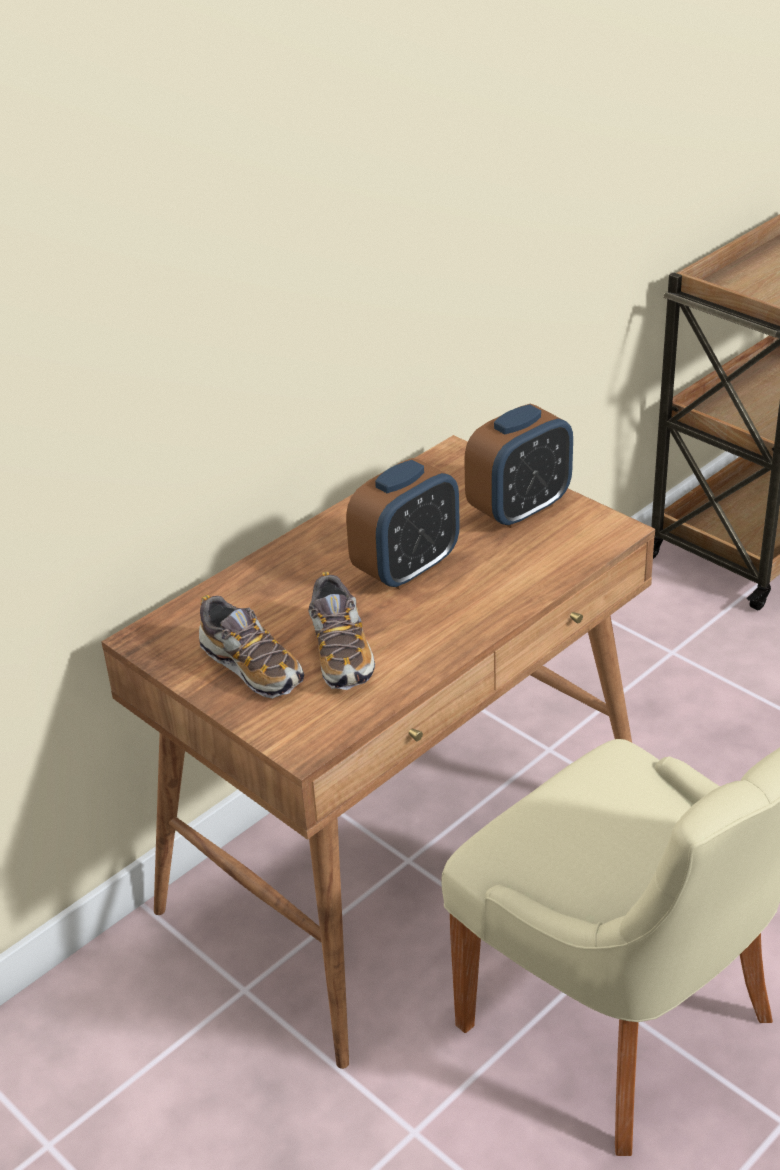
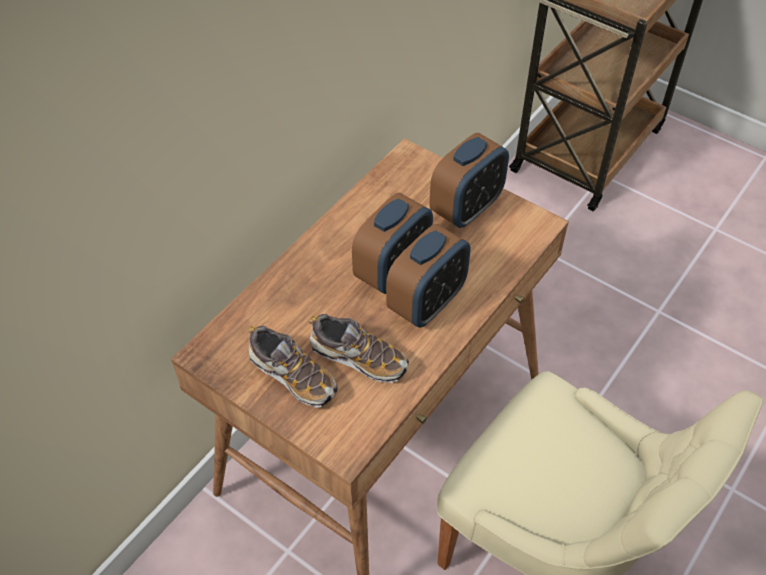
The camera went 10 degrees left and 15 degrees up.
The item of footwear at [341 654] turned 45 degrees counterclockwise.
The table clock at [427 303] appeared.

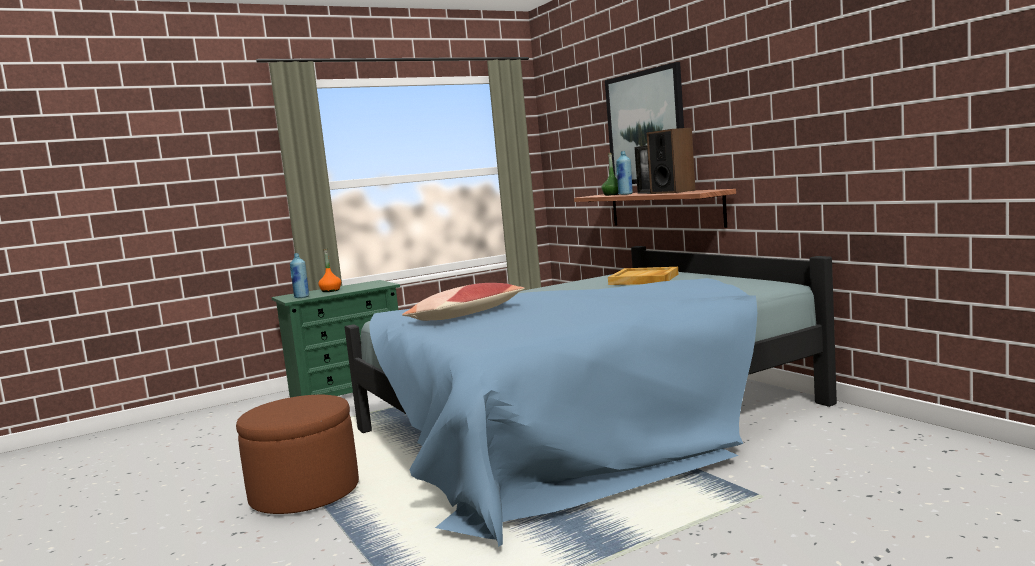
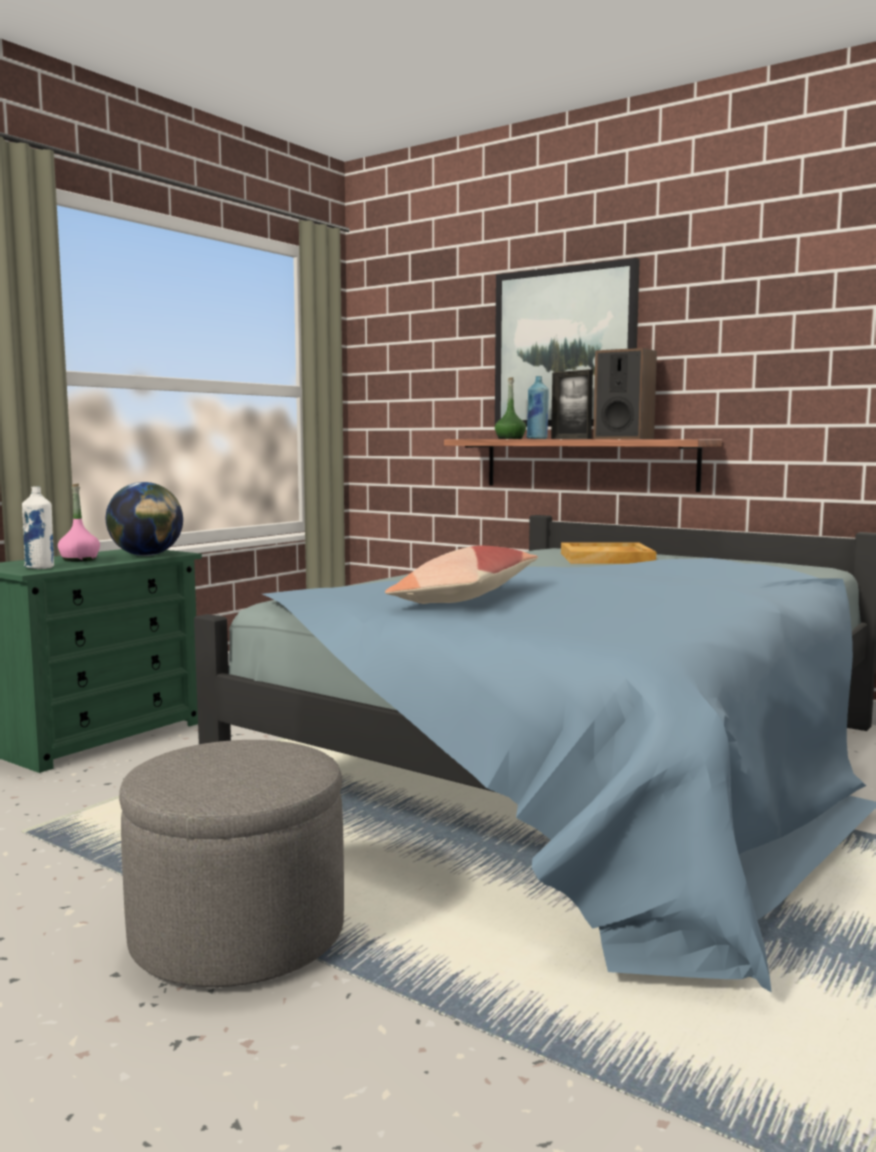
The camera went 25 degrees left and 0 degrees up.
The orange drink bottle at [330 291] became the pinkish drink bottle at [79 560].
The bluish drink bottle at [302 297] became the whitish drink bottle at [40 568].
The brown-coloured footrest at [305 493] became the gray footrest at [238 934].
The globe at [146 555] appeared.

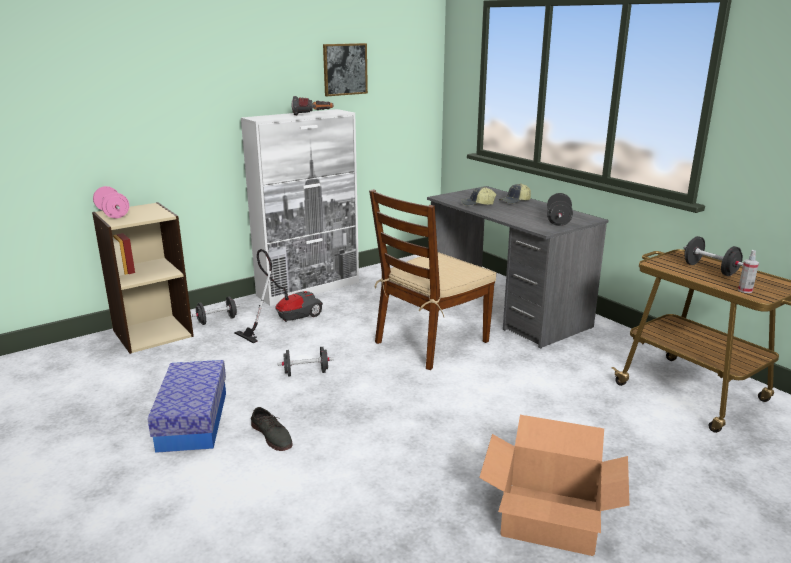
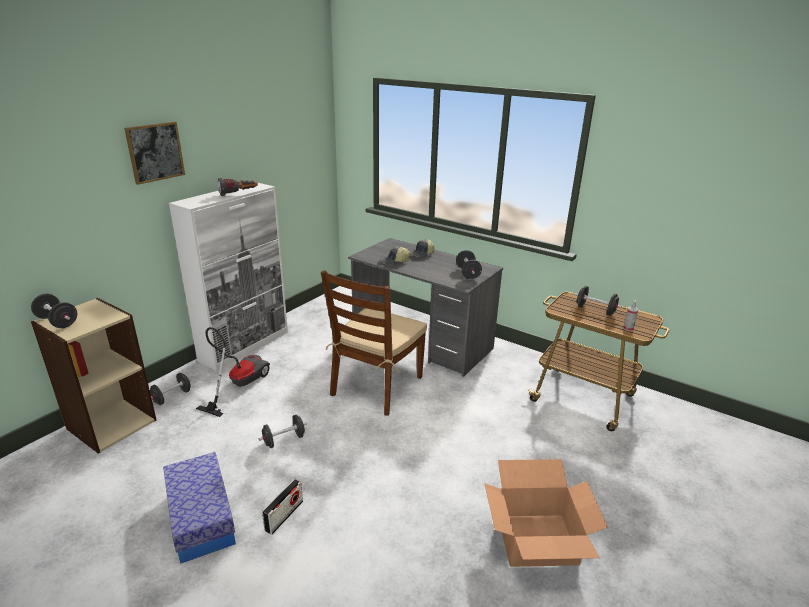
The camera went 20 degrees left and 5 degrees up.
The wall art moved from [345 69] to [155 152].
The pinkish hand weight at [113 214] became the blackish hand weight at [57 322].
The gray item of footwear at [272 435] was replaced by the radio receiver at [284 516].

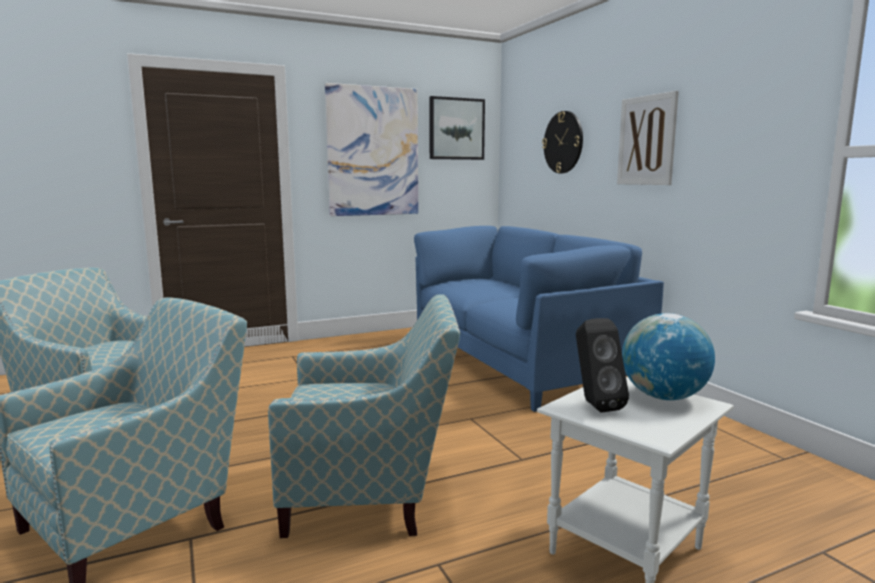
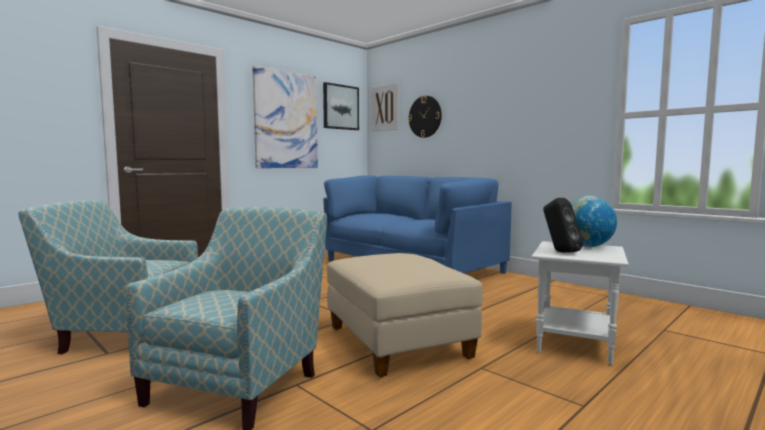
The camera went 20 degrees left and 5 degrees down.
The wall art moved from [646 140] to [385 107].
The easy chair at [372 494] was replaced by the beige footrest at [398 343].

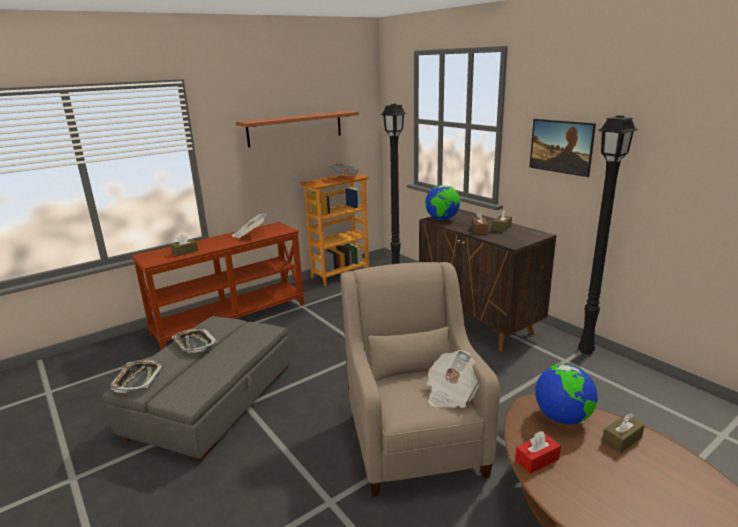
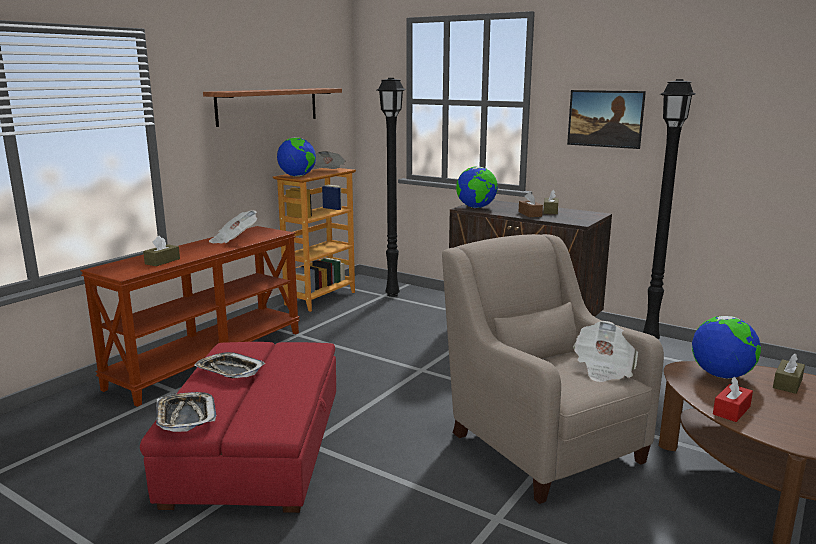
The camera went 20 degrees left and 5 degrees down.
The gray footrest at [211 400] became the reddish footrest at [256 446].
The globe at [297 176] appeared.

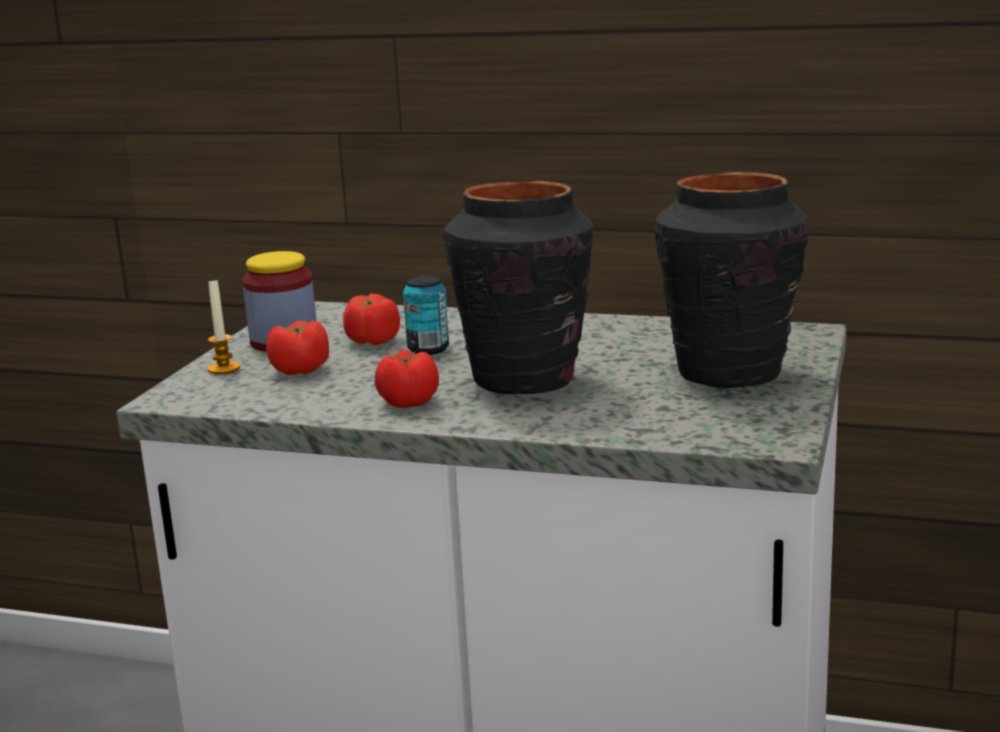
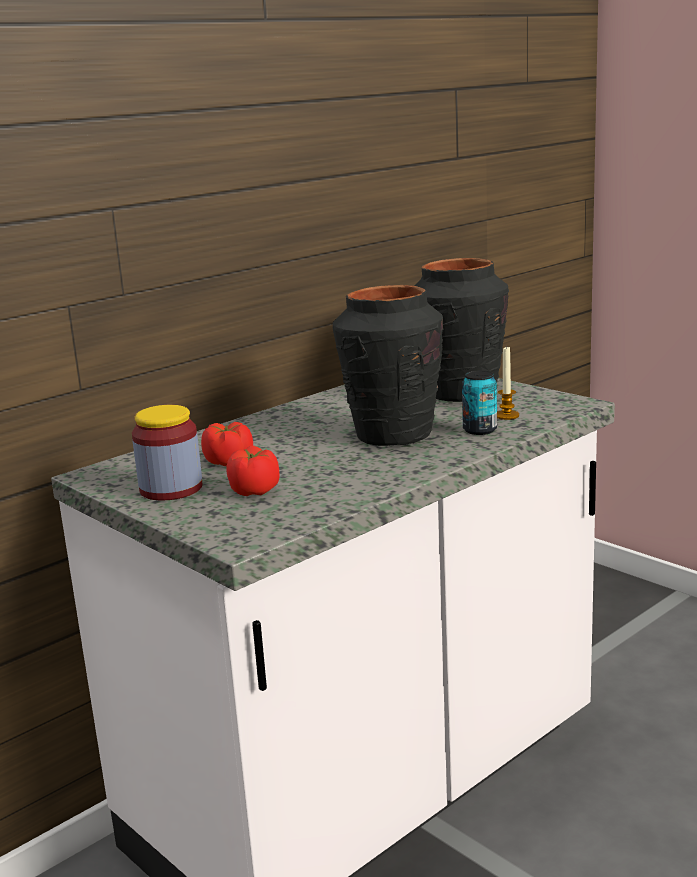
The camera went 60 degrees left and 0 degrees up.
The sealed can moved from [428 349] to [480 430].
The wax candle moved from [224 369] to [507 416].
The whole tomato at [408 402] disappeared.

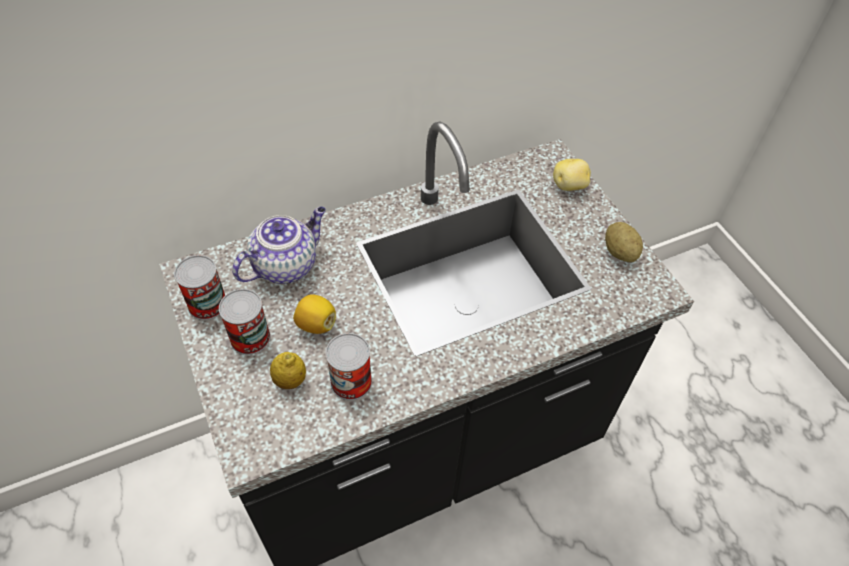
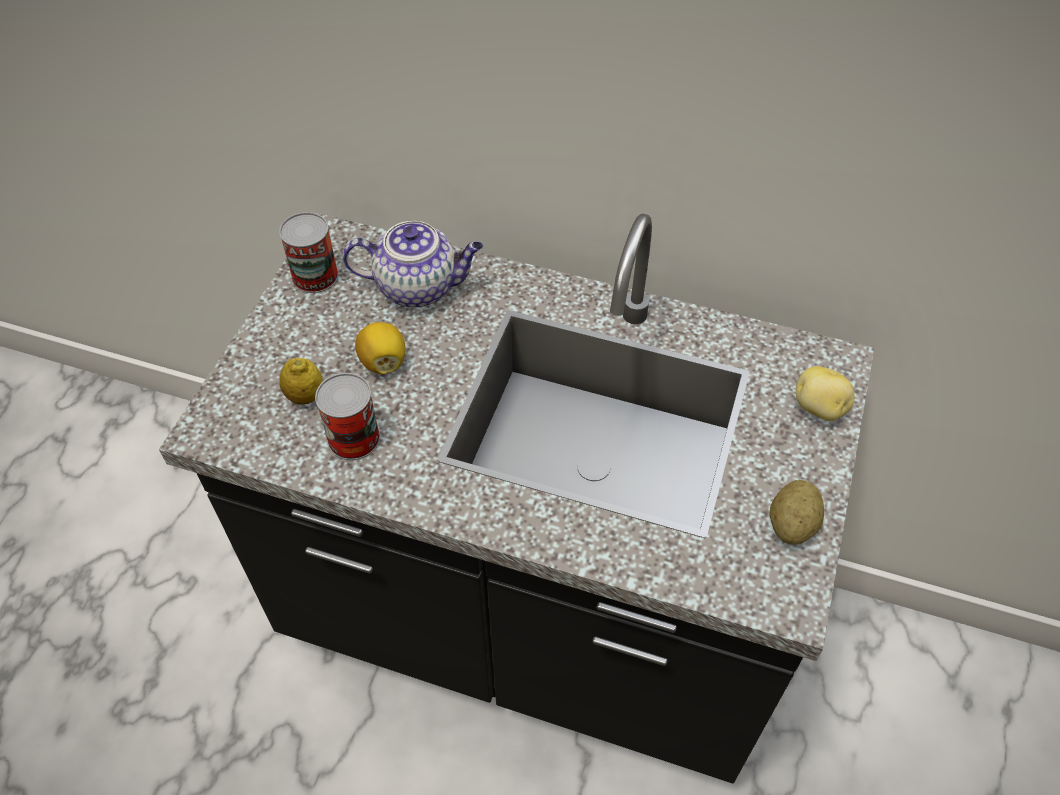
The camera went 45 degrees right and 0 degrees up.
The sealed can at [250 337] disappeared.

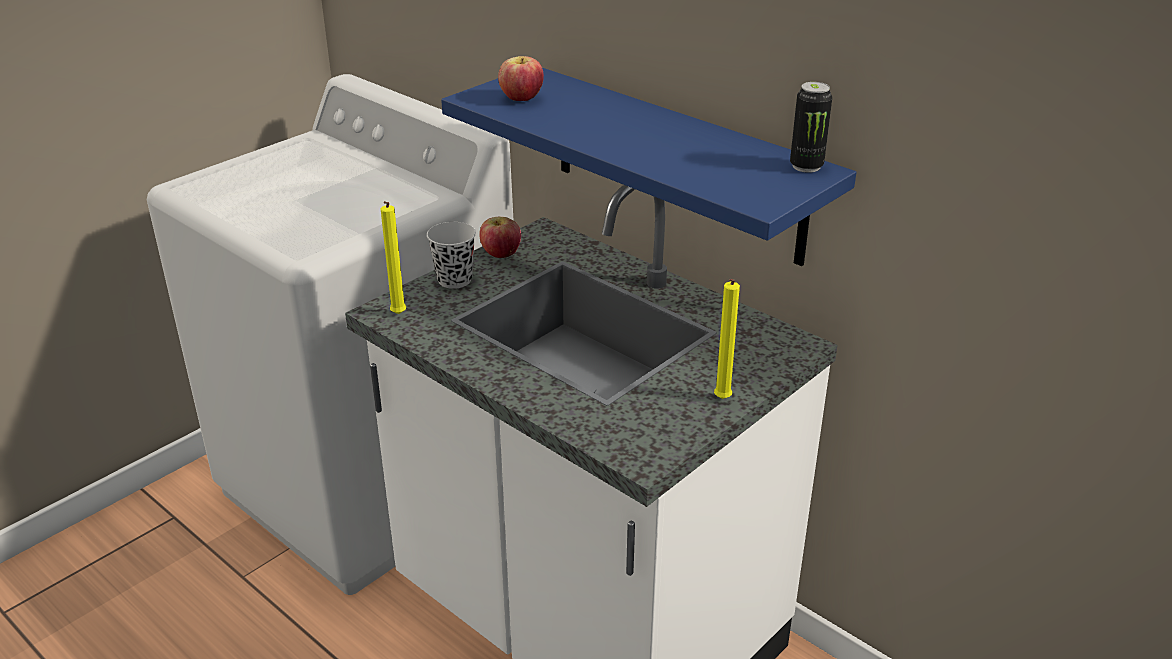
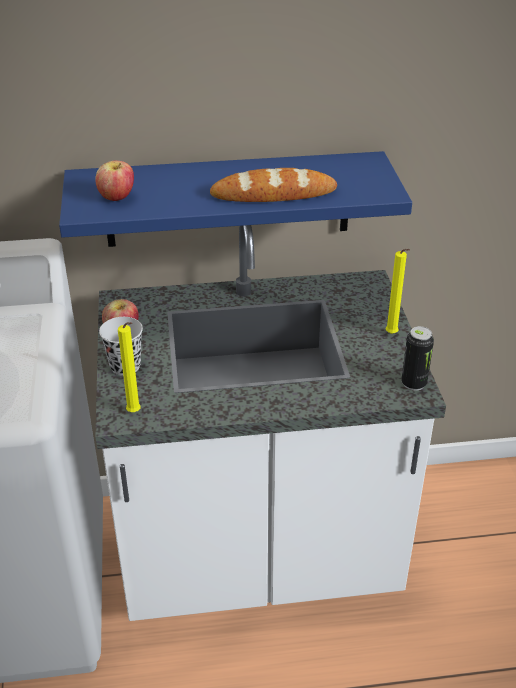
The camera went 50 degrees left and 5 degrees up.
The sealed can moved from [806 166] to [413 383].
The baked bread at [273 194] appeared.

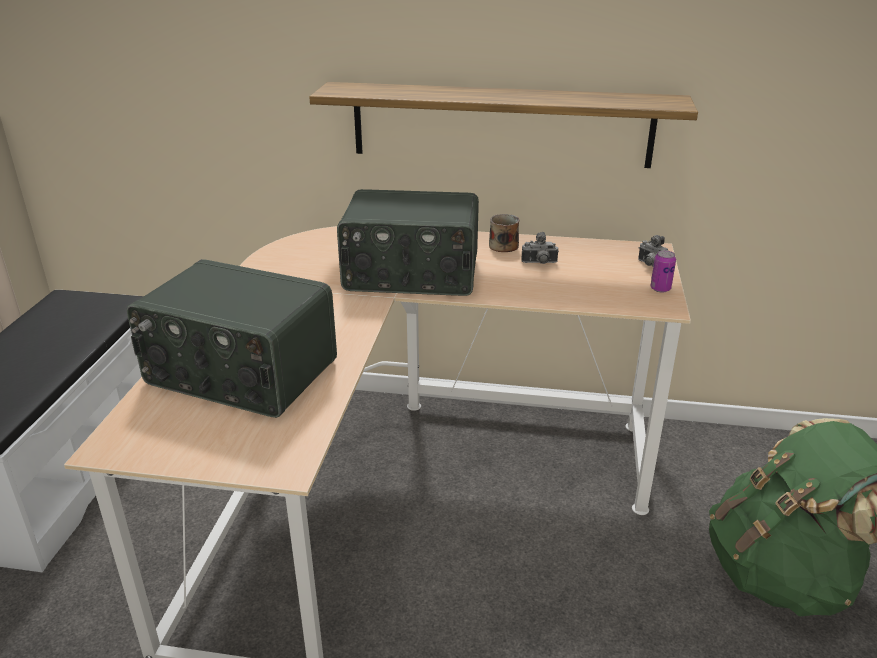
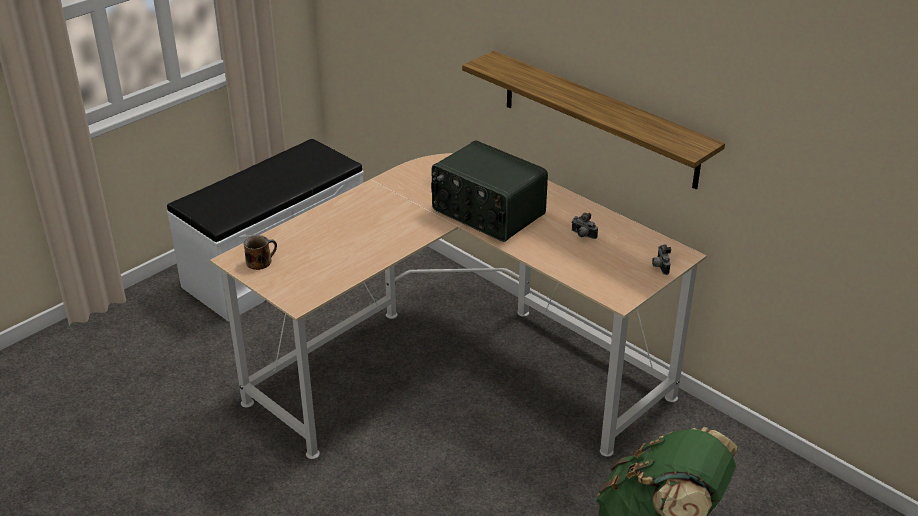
The camera went 35 degrees right and 5 degrees up.
The tea mug moved from [504 245] to [260 261].
The sealed can at [660 289] disappeared.
The radio receiver at [240 374] disappeared.

